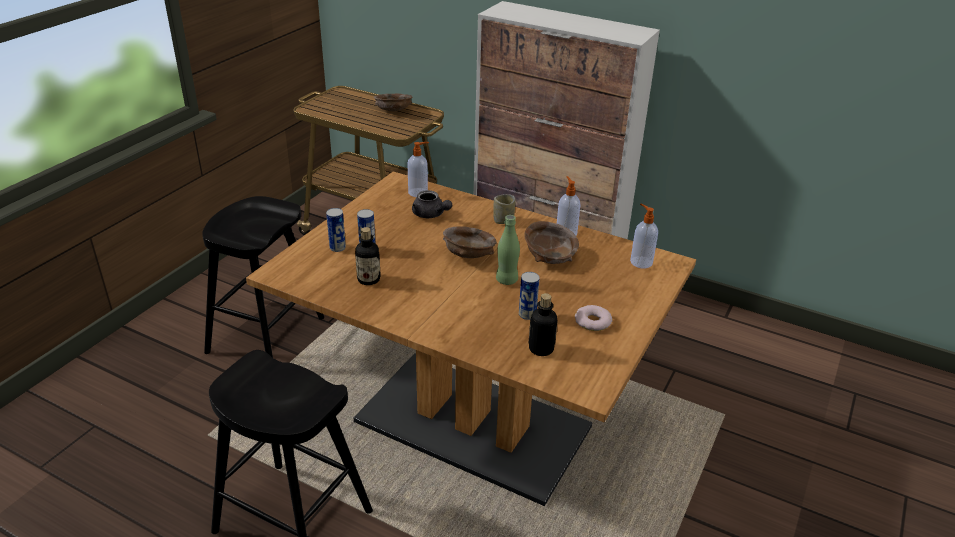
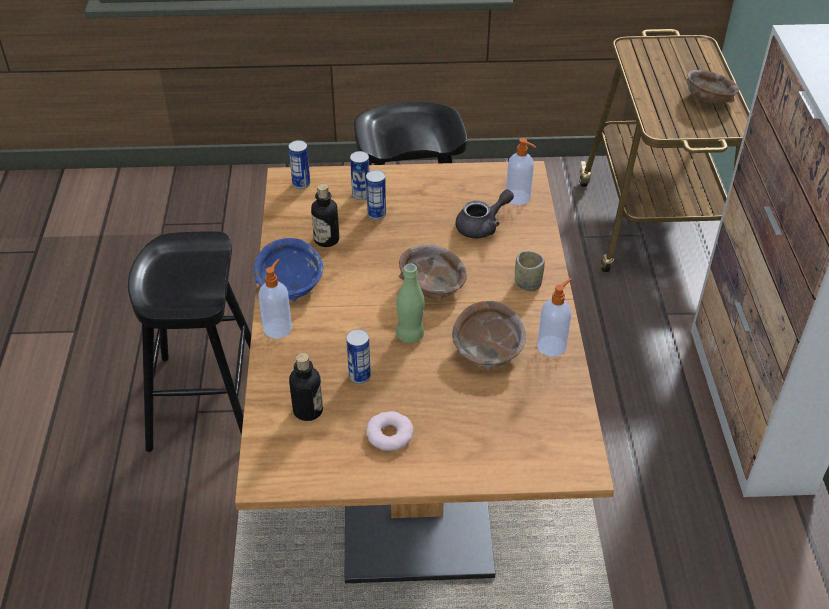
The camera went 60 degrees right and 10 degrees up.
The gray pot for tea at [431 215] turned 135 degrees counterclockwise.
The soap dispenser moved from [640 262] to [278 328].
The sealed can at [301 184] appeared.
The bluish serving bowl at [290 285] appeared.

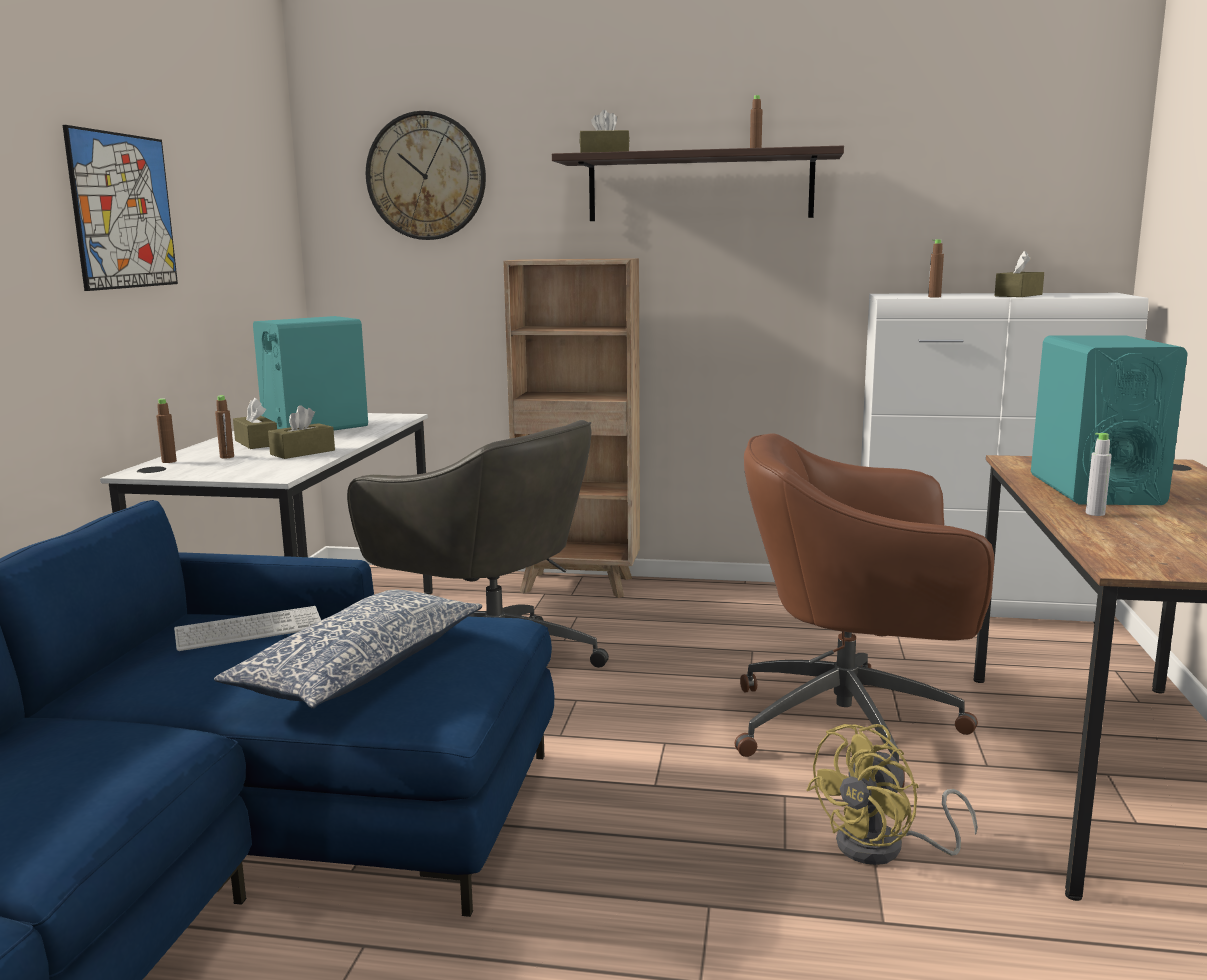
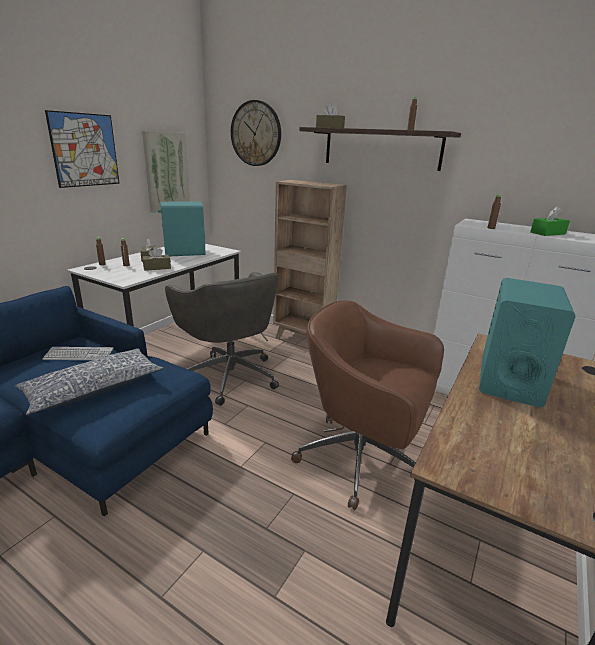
The camera went 20 degrees right and 10 degrees up.
The brown-coloured box of tissues at [1018 295] became the greenish box of tissues at [547 233].
The gray drink bottle at [1095 513] disappeared.
The yellow fan at [884 848] disappeared.
The wall art at [166 172] appeared.

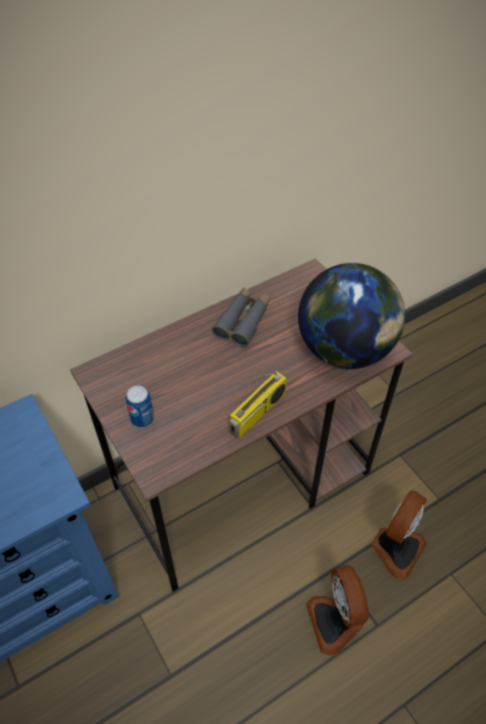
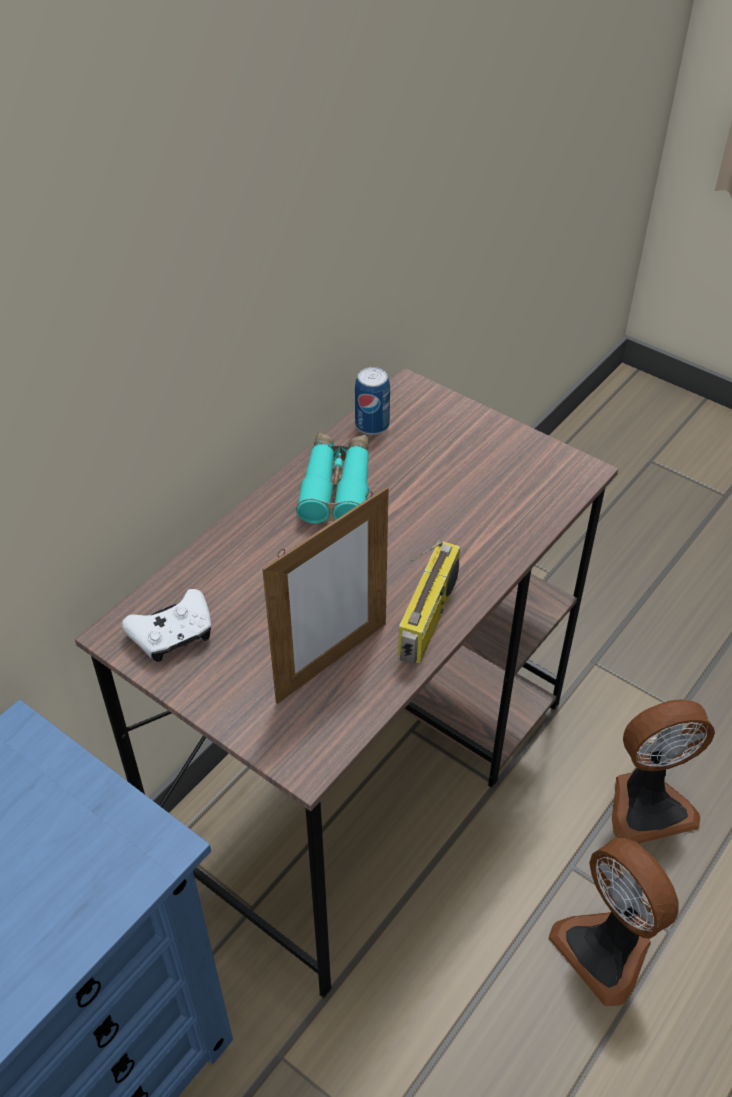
The camera went 20 degrees left and 5 degrees down.
The globe at [345 349] disappeared.
The gray field glasses at [243 321] became the turquoise-coloured field glasses at [337 486].
The sealed can moved from [142 418] to [372 425].
The fan at [395 548] turned 60 degrees clockwise.
The standing frame at [332 662] appeared.
The whitish joypad at [173 635] appeared.

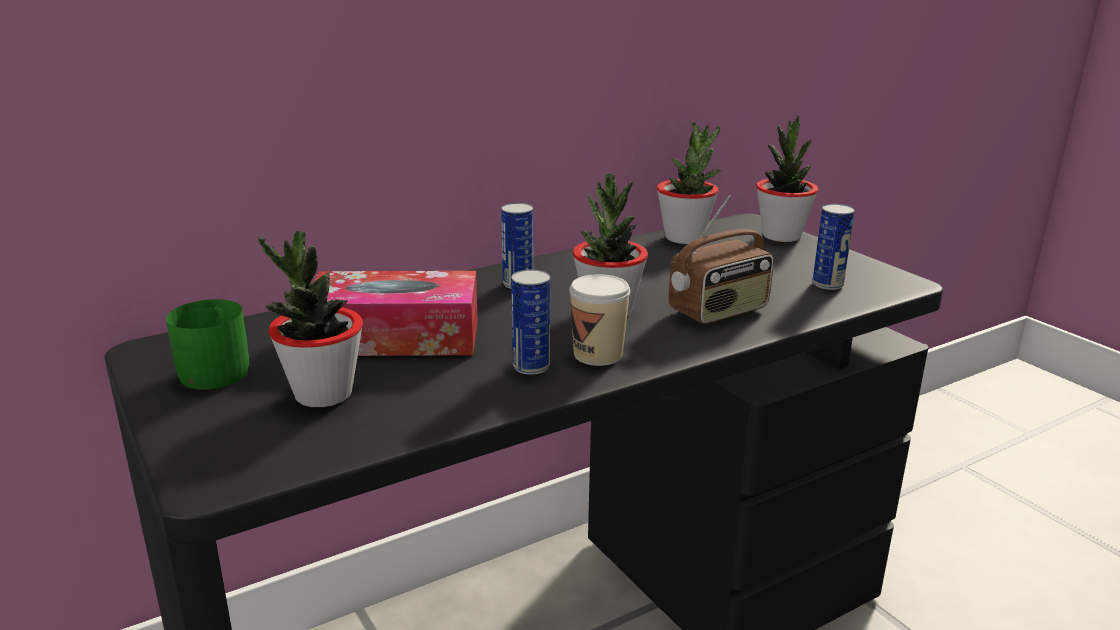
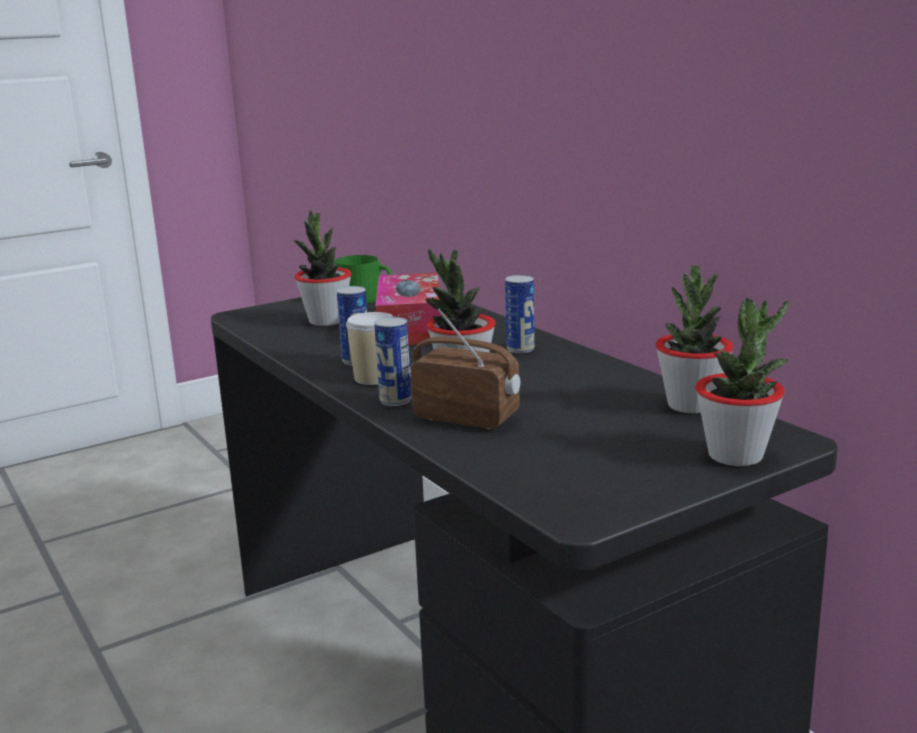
The camera went 90 degrees right and 5 degrees down.
The radio receiver at [719 311] turned 150 degrees clockwise.
The sealed can moved from [827 284] to [395 401].

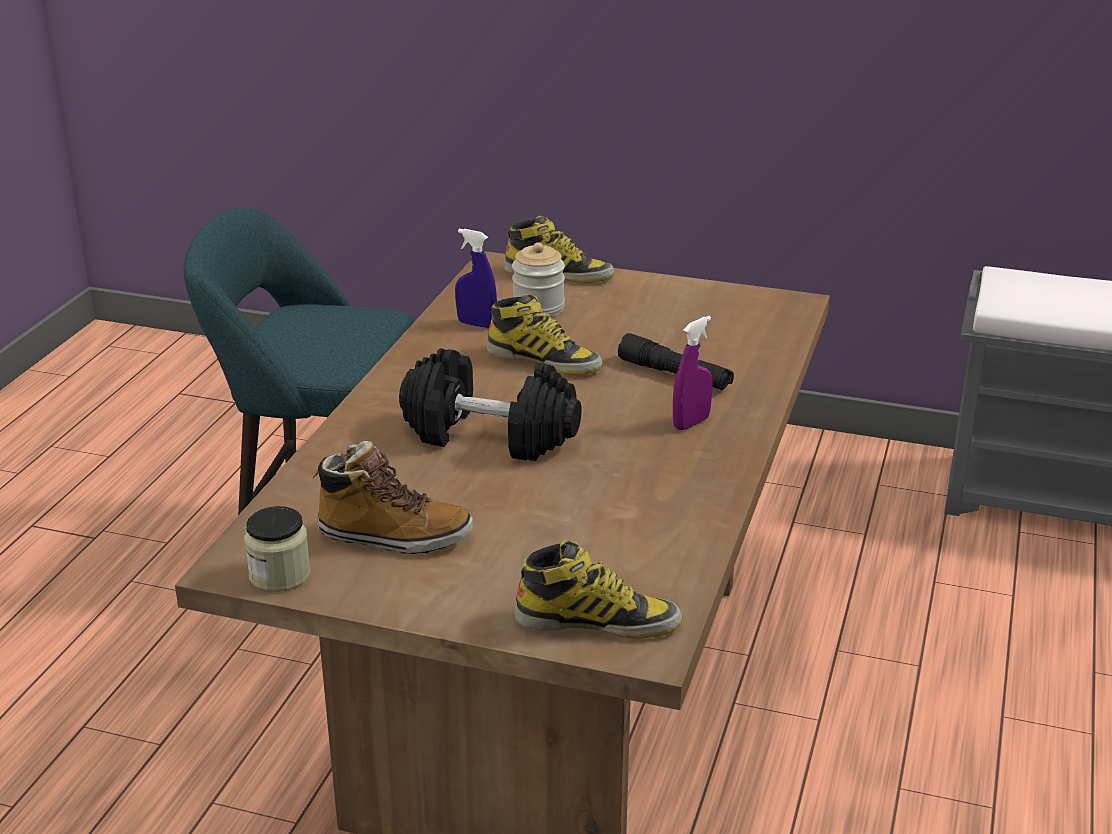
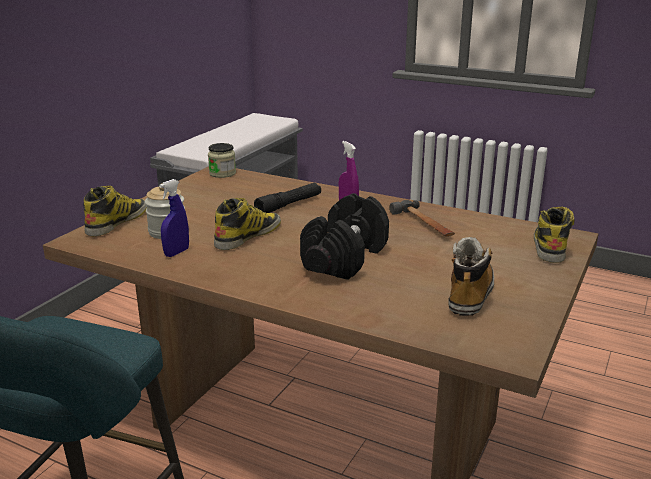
The camera went 80 degrees left and 5 degrees down.
The preserve jar moved from [280 575] to [222 173].
The tool hammer at [423 224] appeared.

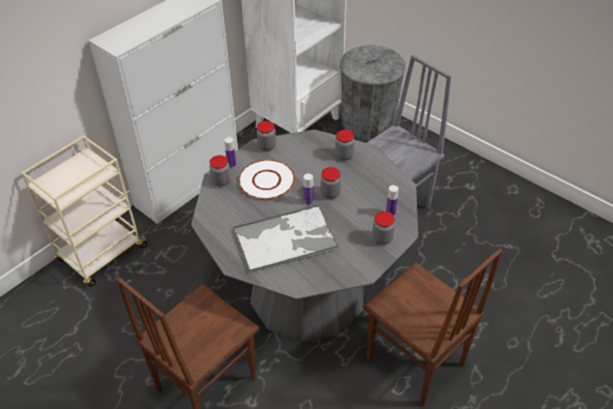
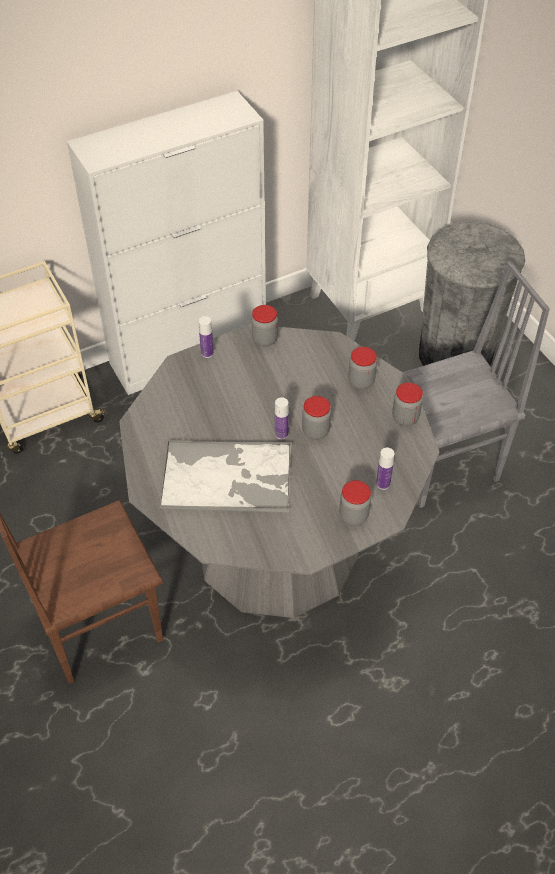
The camera went 20 degrees right and 5 degrees up.
The preserve jar moved from [221 181] to [405 418].
The whitish dinner plate at [266 181] disappeared.
The brown-coloured upright chair at [414 363] disappeared.

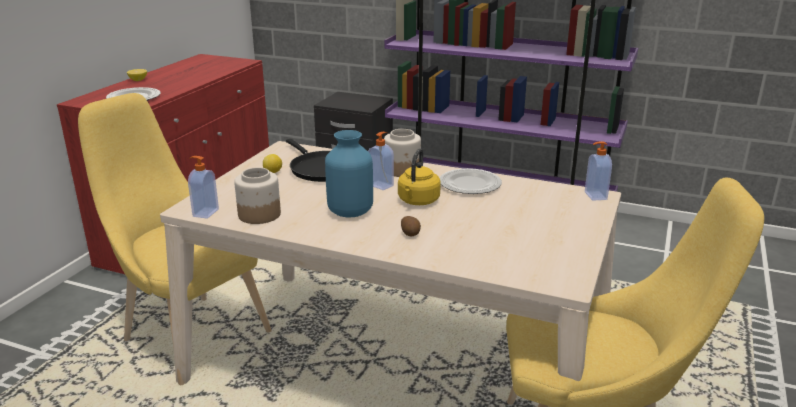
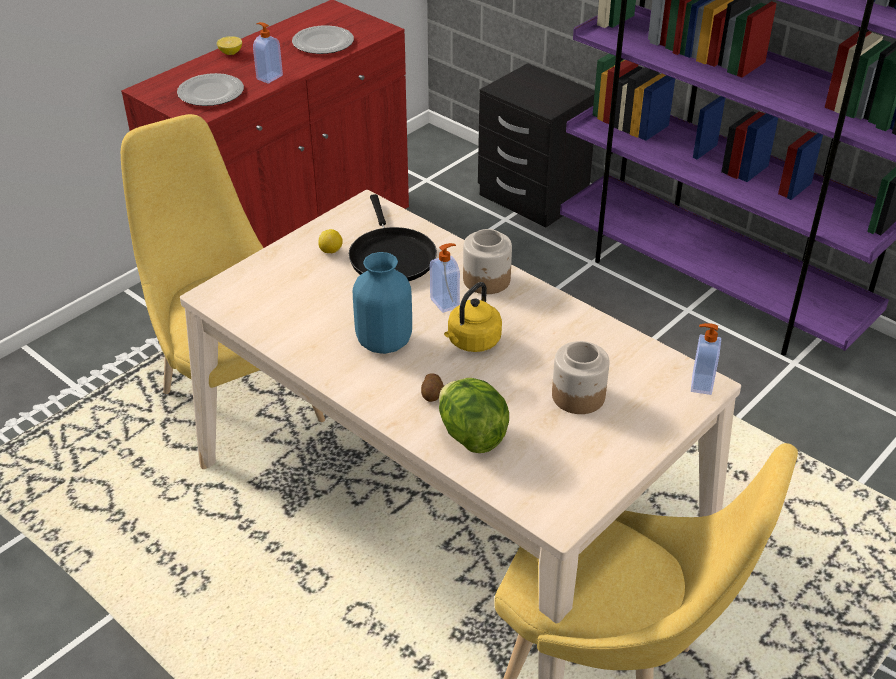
The camera went 20 degrees right and 15 degrees up.
The soap dispenser moved from [205 213] to [269 77].
The preserve jar moved from [259 215] to [577 396].
The dinner plate moved from [469 184] to [323 42].
The lettuce at [471 435] appeared.

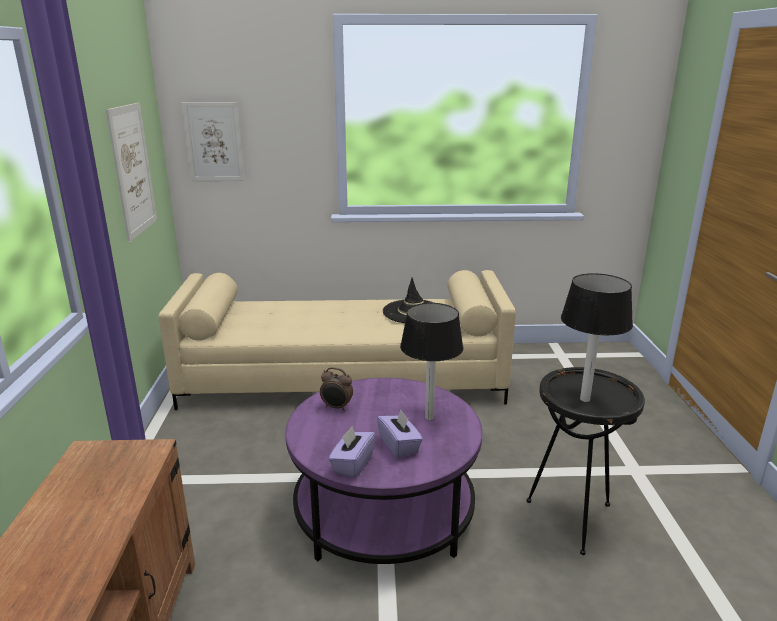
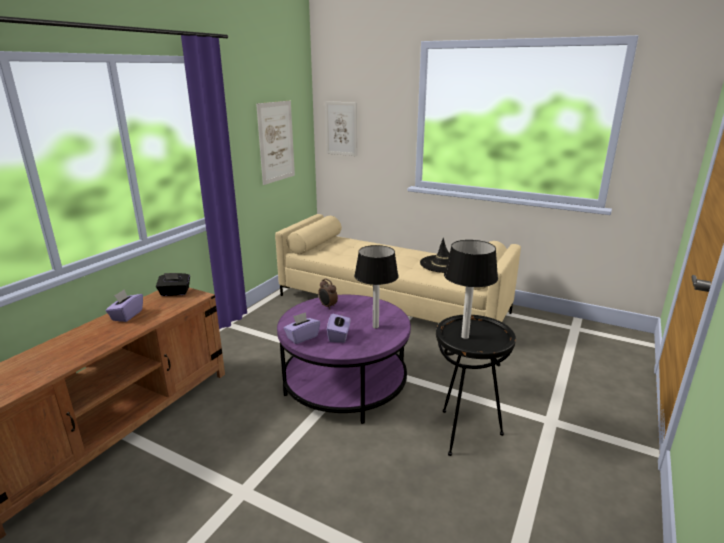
The camera went 30 degrees right and 0 degrees up.
The blackish box of tissues at [174 293] appeared.
The purplish box of tissues at [127 315] appeared.

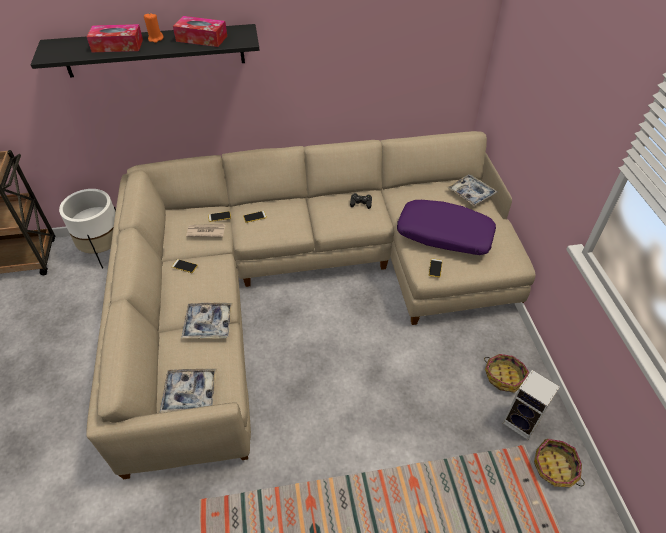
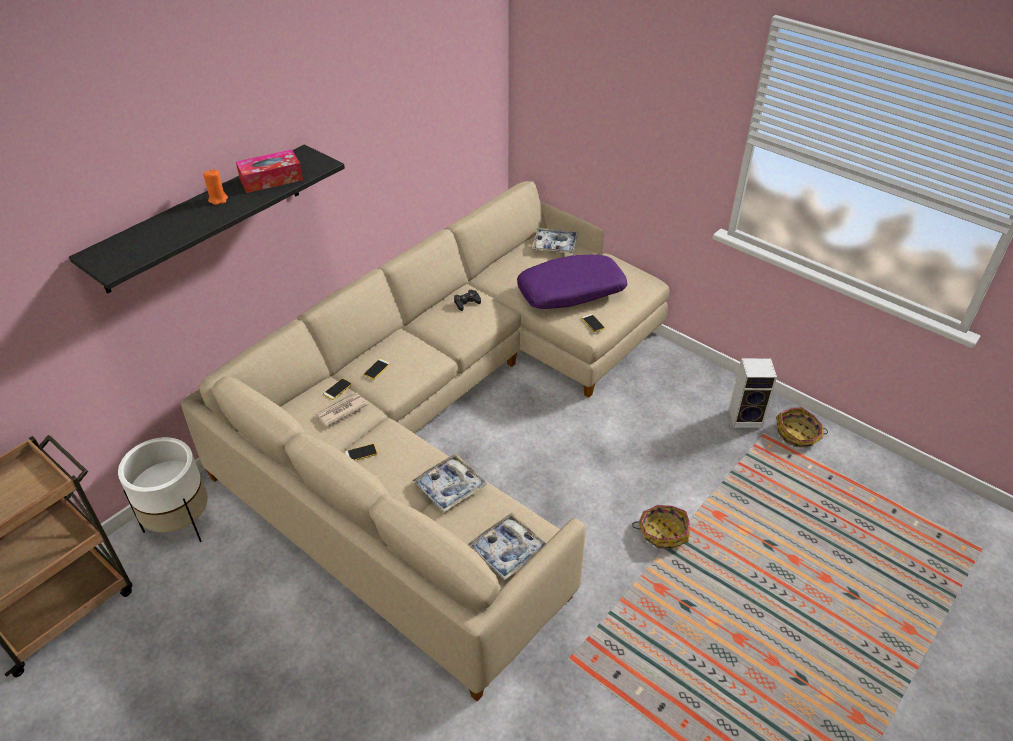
The camera went 40 degrees left and 5 degrees down.
The box of tissues at [117 45] disappeared.
The household basket moved from [504 376] to [662 532].

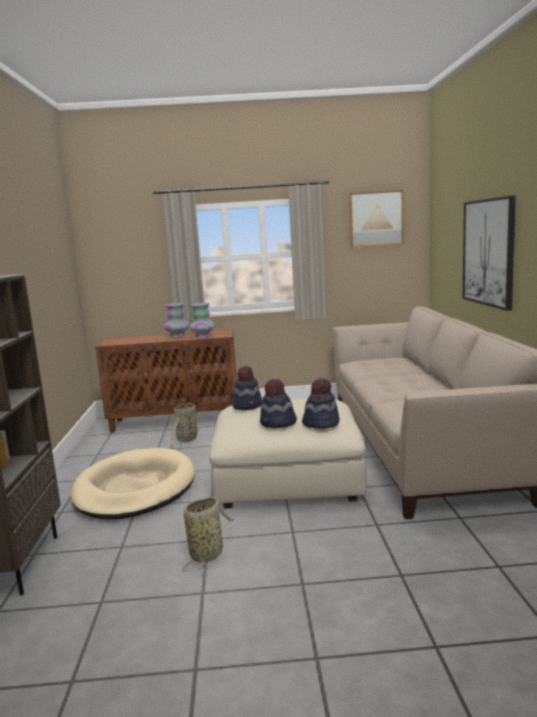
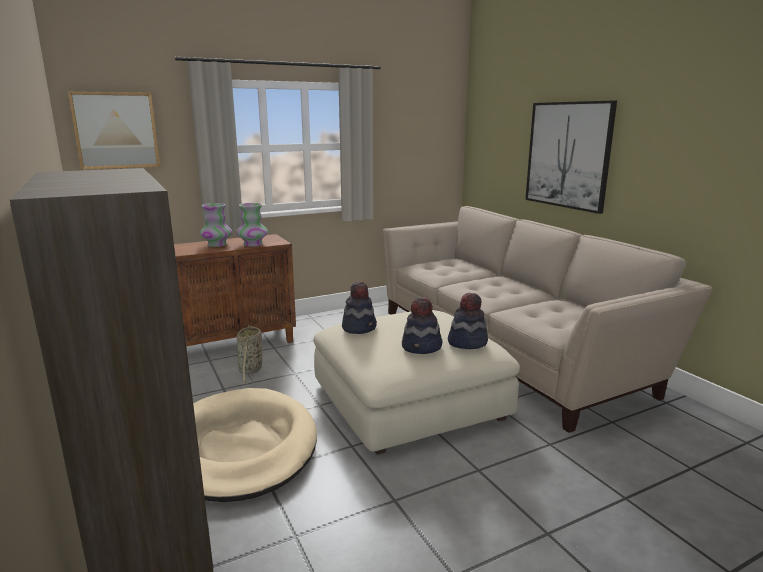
The camera went 25 degrees left and 5 degrees up.
The wall art moved from [376 219] to [116 130].
The household basket at [208 553] disappeared.

